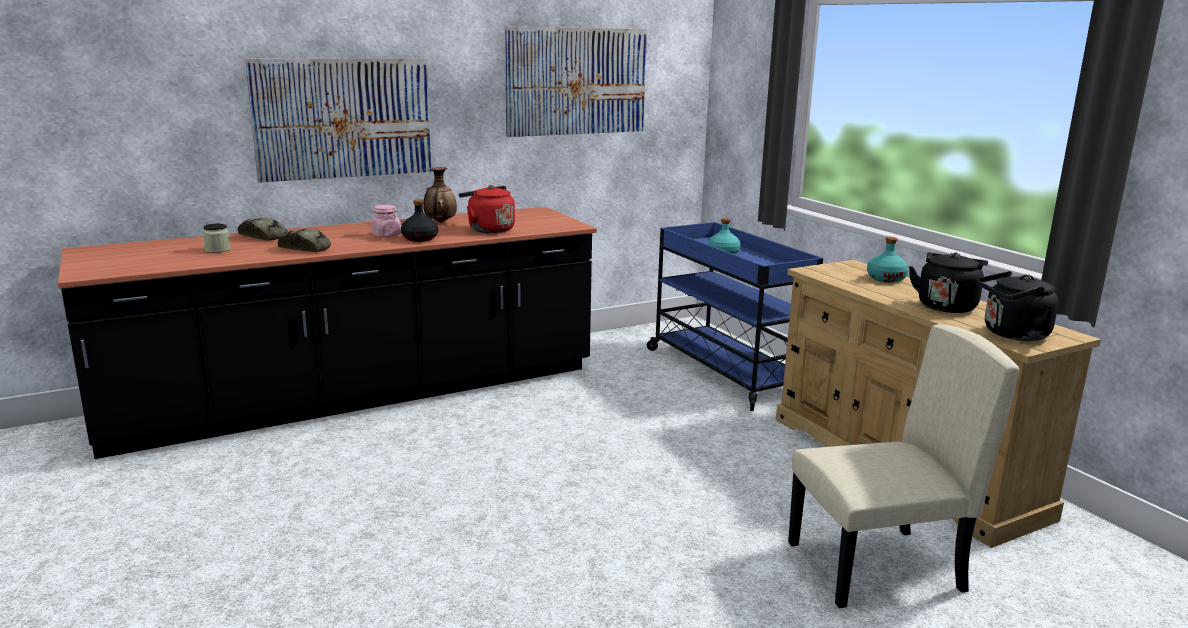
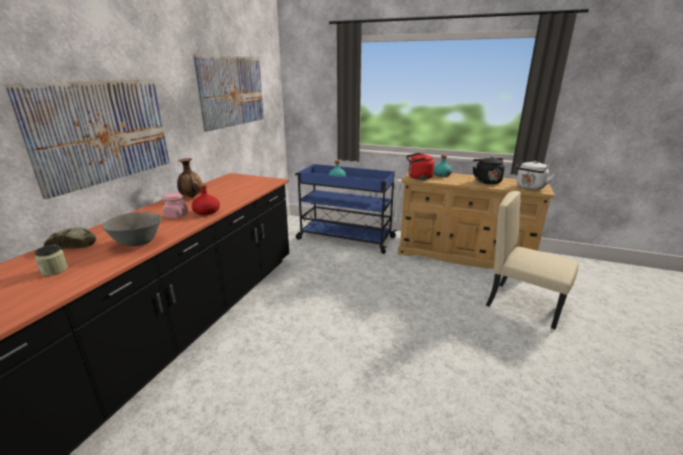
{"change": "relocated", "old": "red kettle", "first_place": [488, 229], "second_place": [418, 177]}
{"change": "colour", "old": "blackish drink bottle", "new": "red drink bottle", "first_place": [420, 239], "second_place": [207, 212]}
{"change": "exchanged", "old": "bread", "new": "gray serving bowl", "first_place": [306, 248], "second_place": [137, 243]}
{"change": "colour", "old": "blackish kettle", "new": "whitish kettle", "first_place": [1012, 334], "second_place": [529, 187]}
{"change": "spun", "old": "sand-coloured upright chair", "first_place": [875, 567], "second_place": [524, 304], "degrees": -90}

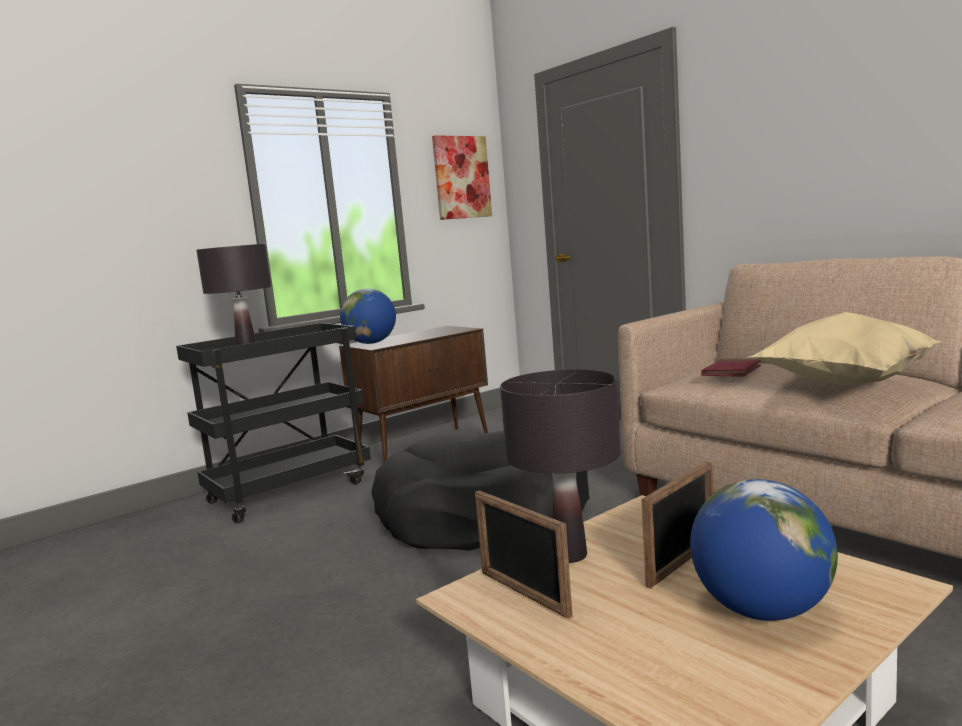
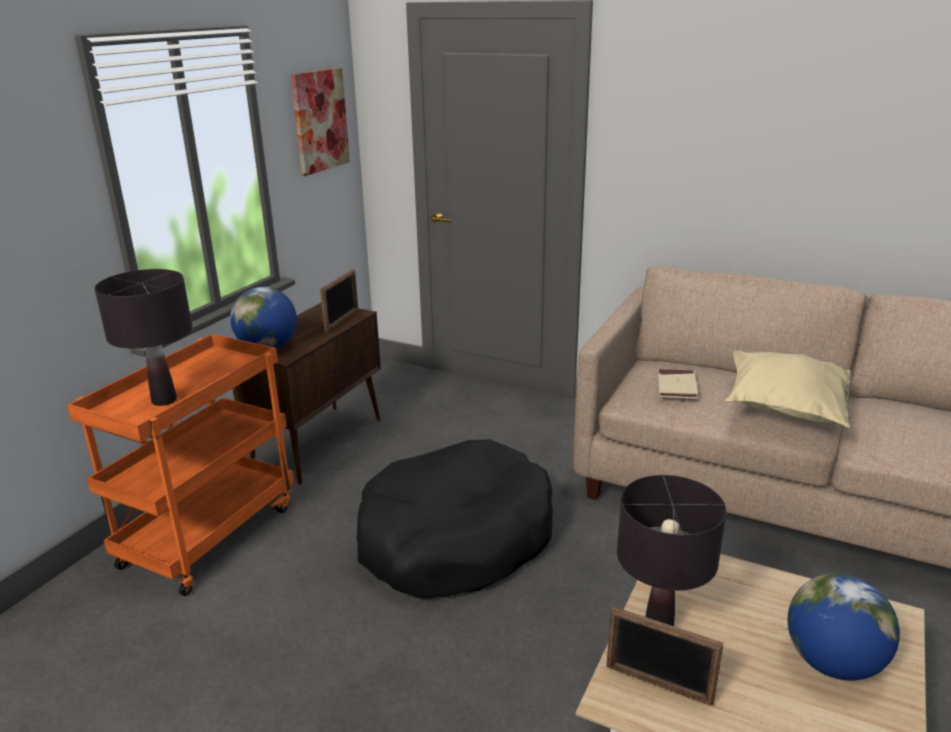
{"change": "colour", "old": "blackish wheeled cart", "new": "orange wheeled cart", "first_place": [290, 491], "second_place": [209, 534]}
{"change": "colour", "old": "red bound book", "new": "sand-coloured bound book", "first_place": [731, 372], "second_place": [676, 387]}
{"change": "relocated", "old": "picture frame", "first_place": [682, 563], "second_place": [342, 321]}

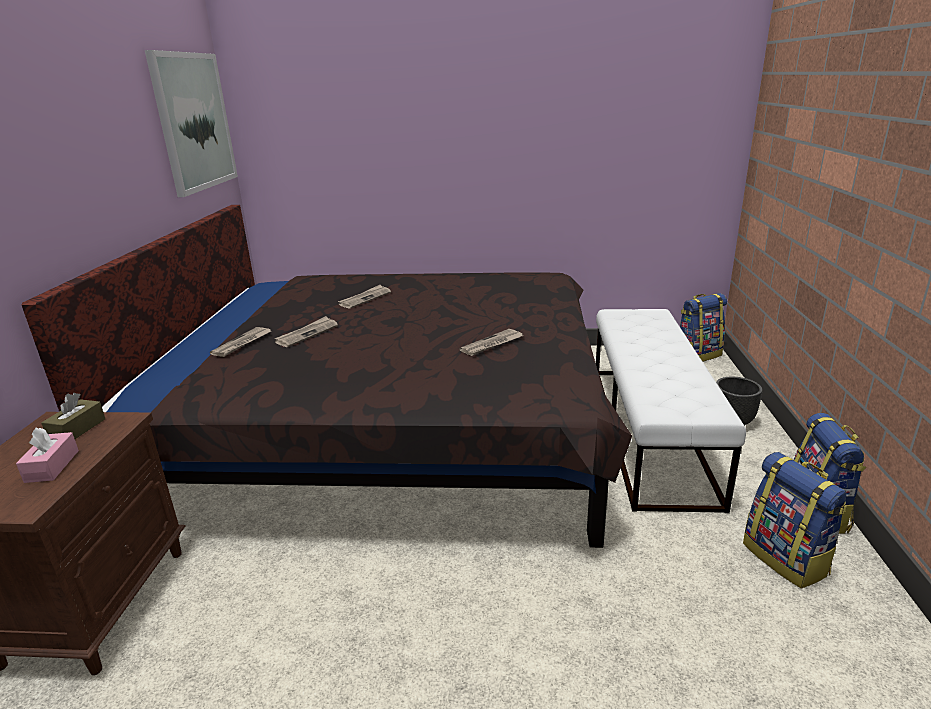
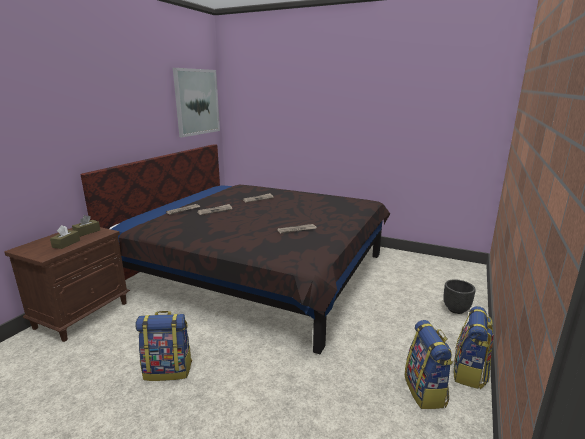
{"change": "relocated", "old": "rucksack", "first_place": [697, 355], "second_place": [168, 370]}
{"change": "missing", "old": "whitish long seat", "first_place": [649, 430]}
{"change": "colour", "old": "pink-coloured box of tissues", "new": "brown box of tissues", "first_place": [52, 466], "second_place": [66, 243]}

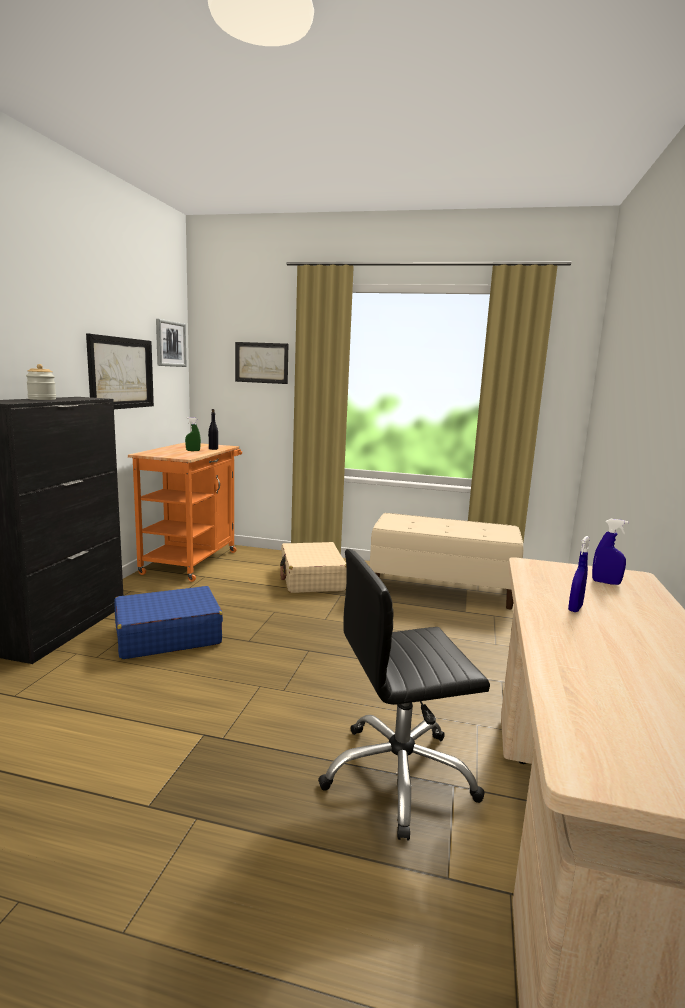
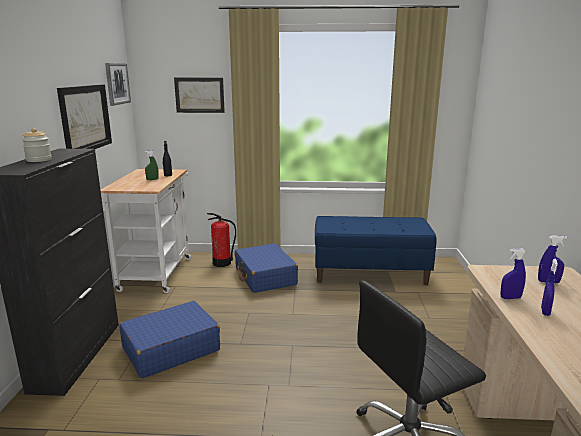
{"change": "colour", "old": "orange wheeled cart", "new": "whitish wheeled cart", "first_place": [193, 560], "second_place": [157, 271]}
{"change": "colour", "old": "sand-coloured long seat", "new": "blue-coloured long seat", "first_place": [442, 589], "second_place": [370, 273]}
{"change": "colour", "old": "sand-coloured suitcase", "new": "blue-coloured suitcase", "first_place": [312, 578], "second_place": [265, 277]}
{"change": "appeared", "new": "fire-fighting cylinder", "second_place": [222, 263]}
{"change": "appeared", "new": "blue-coloured hand sprayer", "second_place": [510, 298]}

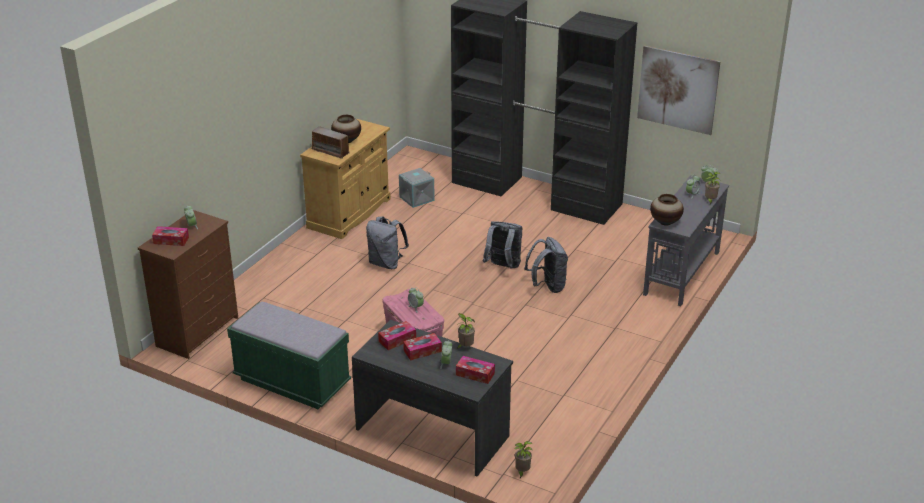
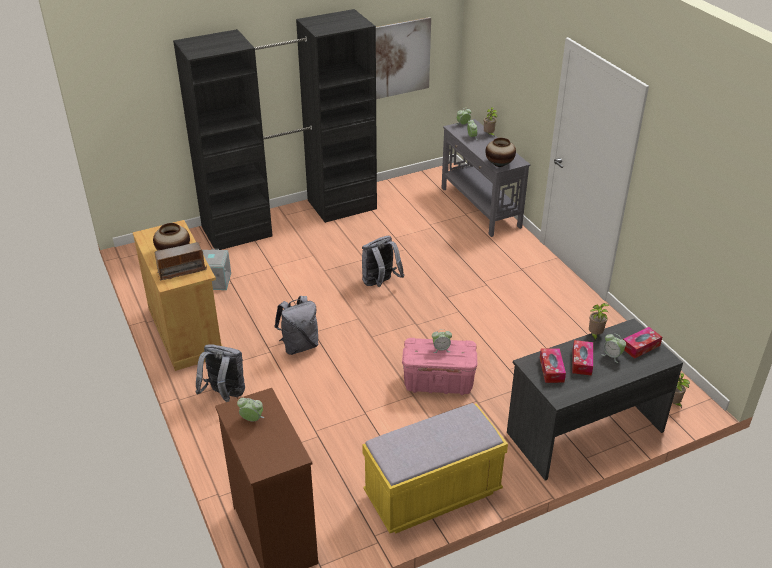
{"change": "missing", "old": "box of tissues", "first_place": [171, 240]}
{"change": "relocated", "old": "gray rucksack", "first_place": [547, 286], "second_place": [224, 395]}
{"change": "colour", "old": "greenish long seat", "new": "yellow long seat", "first_place": [292, 382], "second_place": [432, 494]}

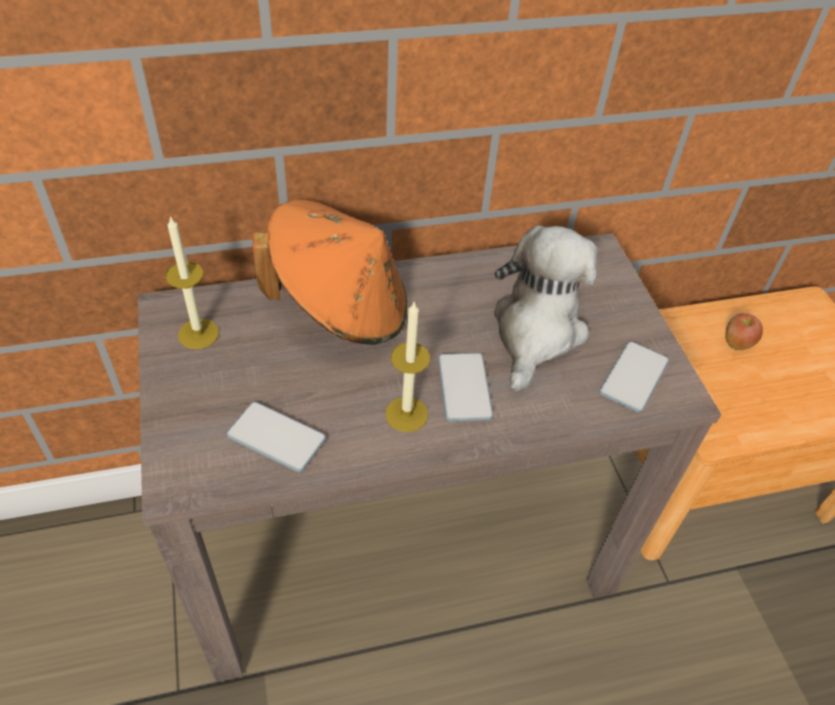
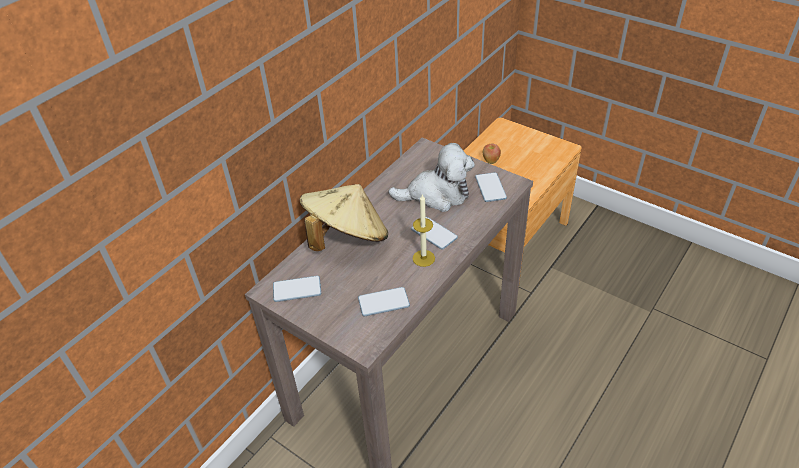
{"change": "colour", "old": "orange hat", "new": "sand-coloured hat", "first_place": [340, 308], "second_place": [346, 238]}
{"change": "exchanged", "old": "candle", "new": "telephone", "first_place": [198, 334], "second_place": [297, 289]}
{"change": "spun", "old": "soft toy", "first_place": [536, 331], "second_place": [436, 195], "degrees": 105}

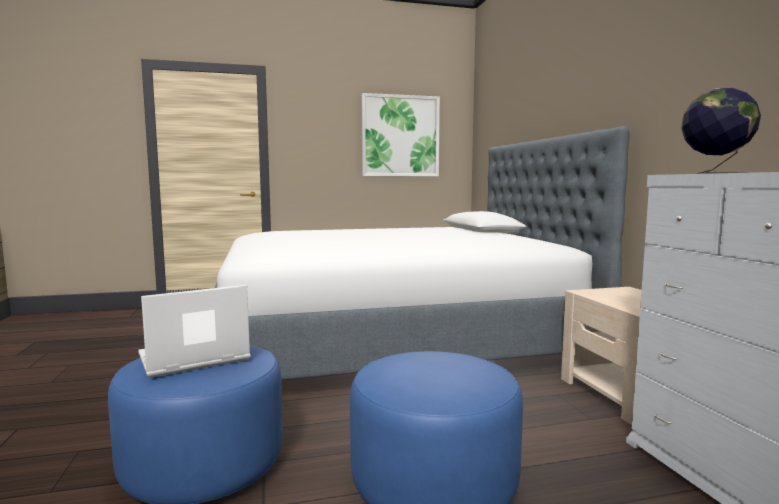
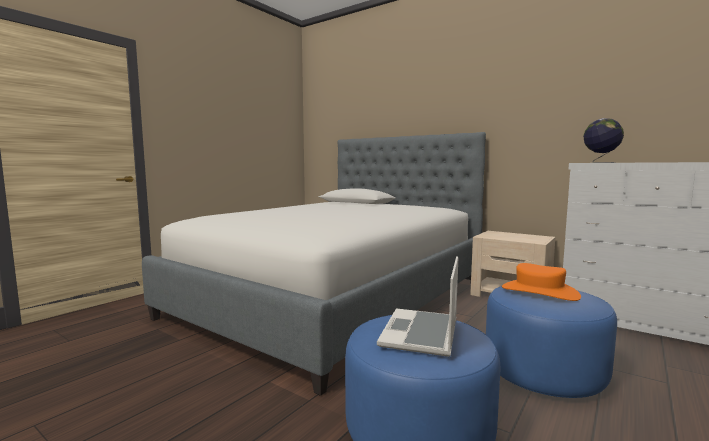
{"change": "missing", "old": "wall picture", "first_place": [400, 136]}
{"change": "appeared", "new": "orange hat", "second_place": [539, 292]}

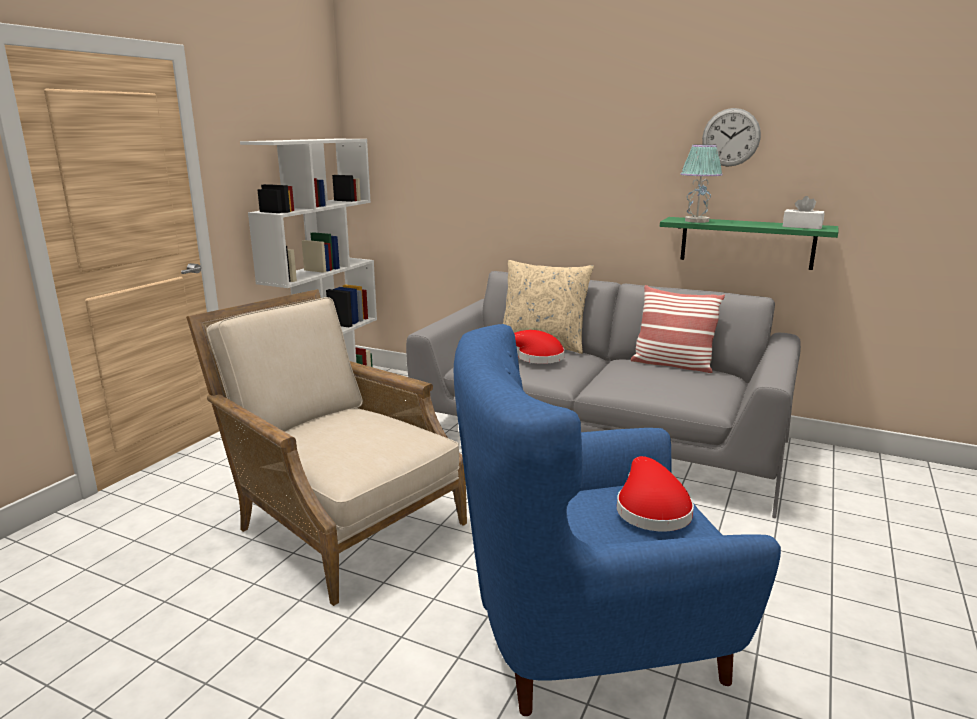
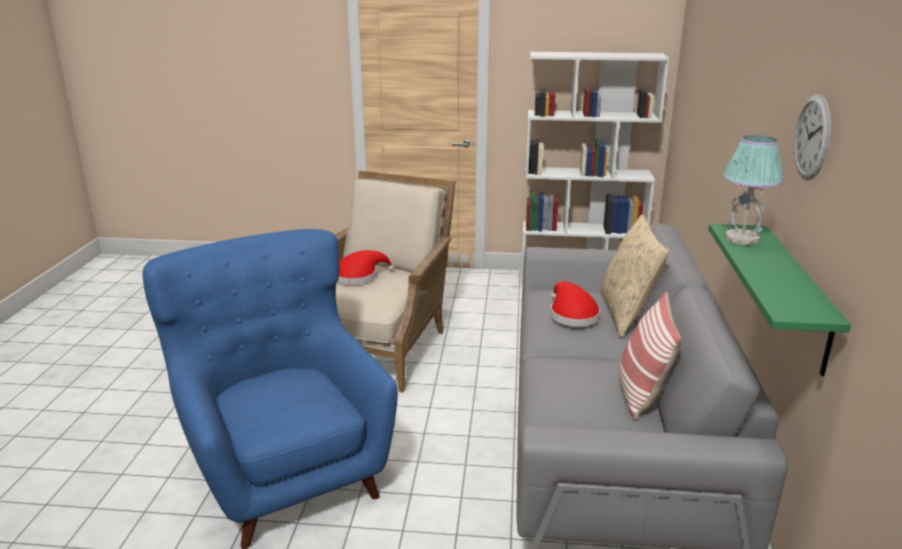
{"change": "missing", "old": "whitish box of tissues", "first_place": [802, 226]}
{"change": "relocated", "old": "red hat", "first_place": [650, 509], "second_place": [359, 276]}

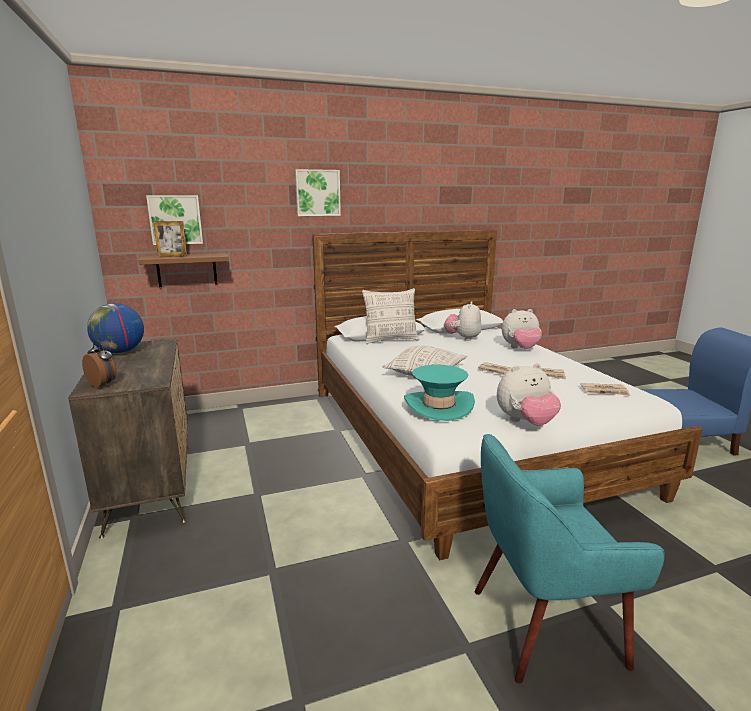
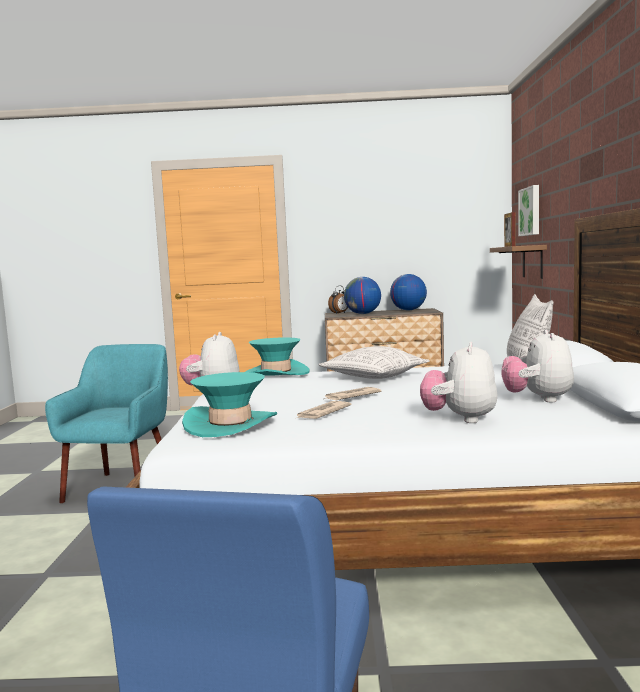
{"change": "missing", "old": "wall picture", "first_place": [317, 193]}
{"change": "spun", "old": "soft toy", "first_place": [463, 338], "second_place": [538, 399], "degrees": -120}
{"change": "exchanged", "old": "newspaper", "new": "blue-green hat", "first_place": [605, 391], "second_place": [230, 424]}
{"change": "appeared", "new": "world globe", "second_place": [363, 314]}

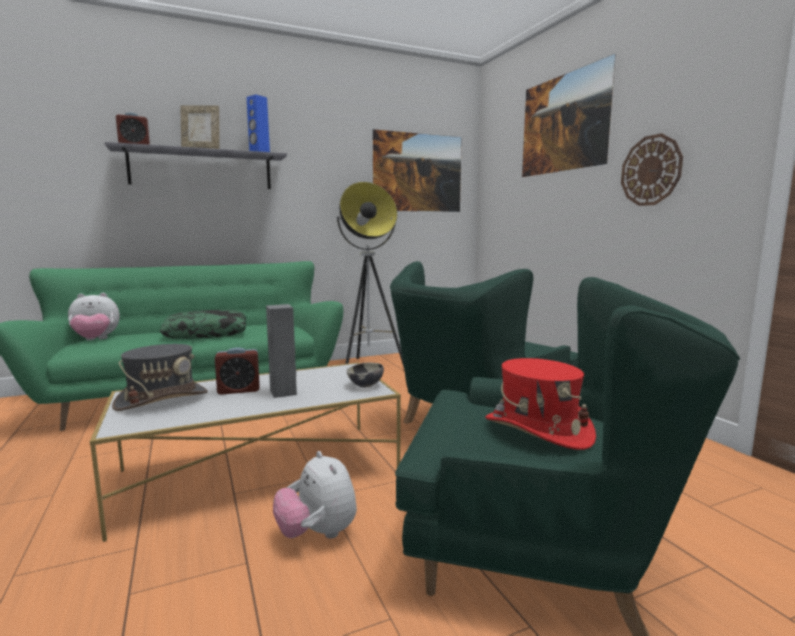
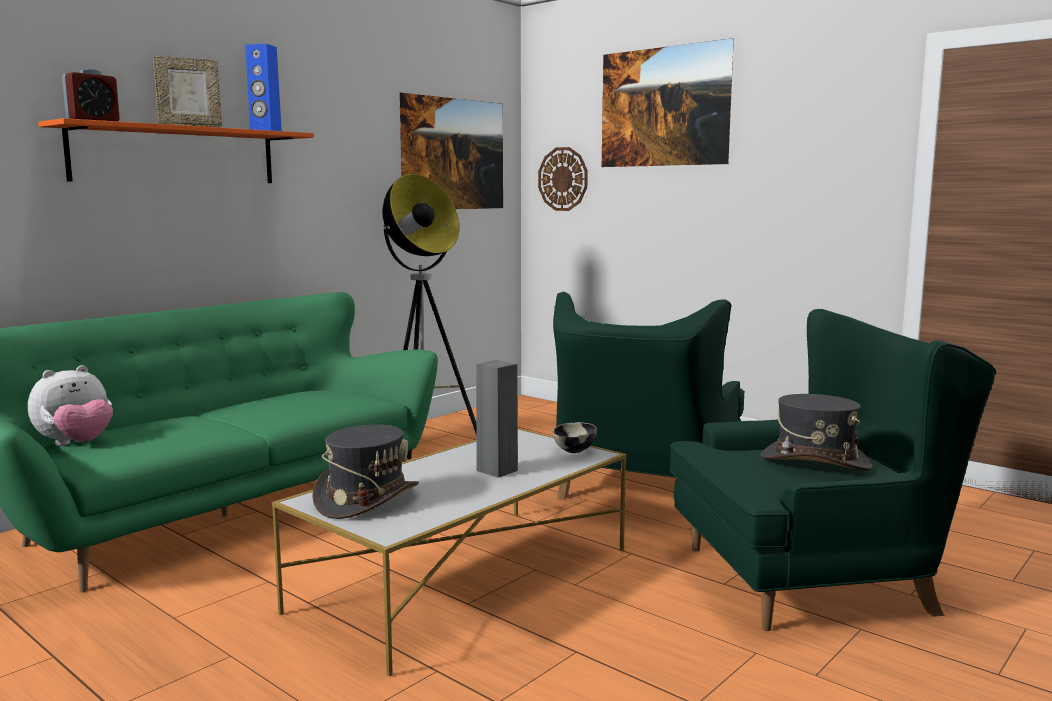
{"change": "relocated", "old": "hanging clock", "first_place": [651, 170], "second_place": [563, 179]}
{"change": "colour", "old": "gray shelf", "new": "orange shelf", "first_place": [202, 170], "second_place": [176, 155]}
{"change": "missing", "old": "throw pillow", "first_place": [207, 333]}
{"change": "missing", "old": "bedside clock", "first_place": [239, 390]}
{"change": "colour", "old": "red hat", "new": "gray hat", "first_place": [537, 429], "second_place": [814, 461]}
{"change": "missing", "old": "soft toy", "first_place": [317, 534]}

